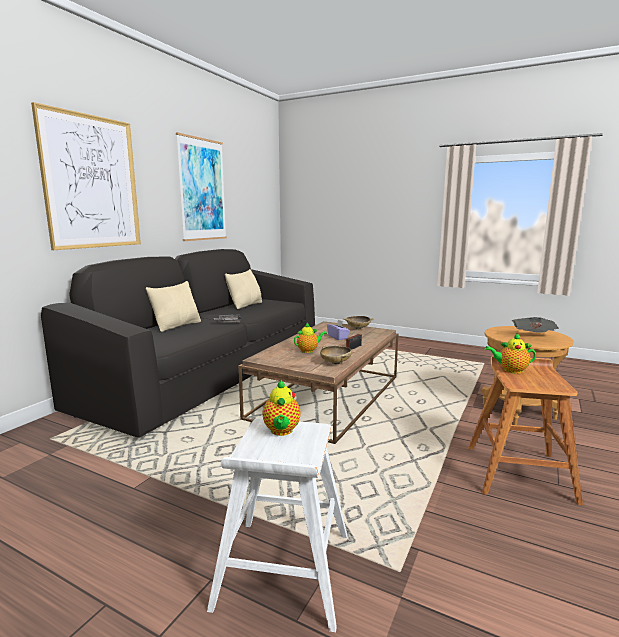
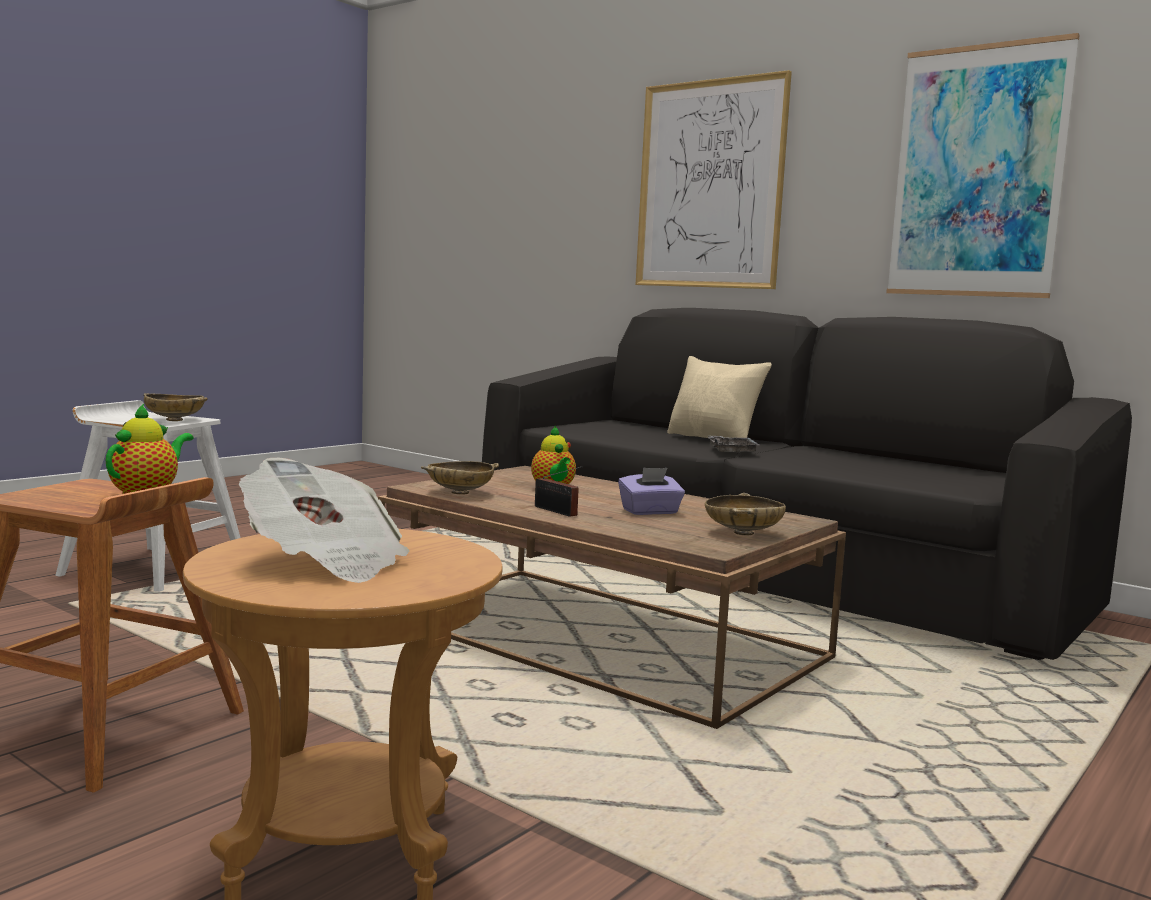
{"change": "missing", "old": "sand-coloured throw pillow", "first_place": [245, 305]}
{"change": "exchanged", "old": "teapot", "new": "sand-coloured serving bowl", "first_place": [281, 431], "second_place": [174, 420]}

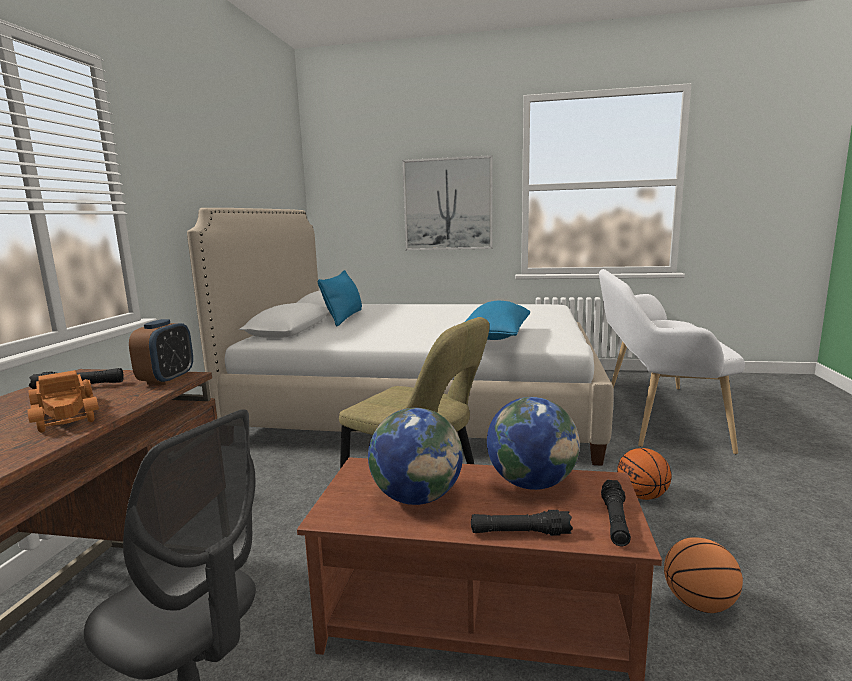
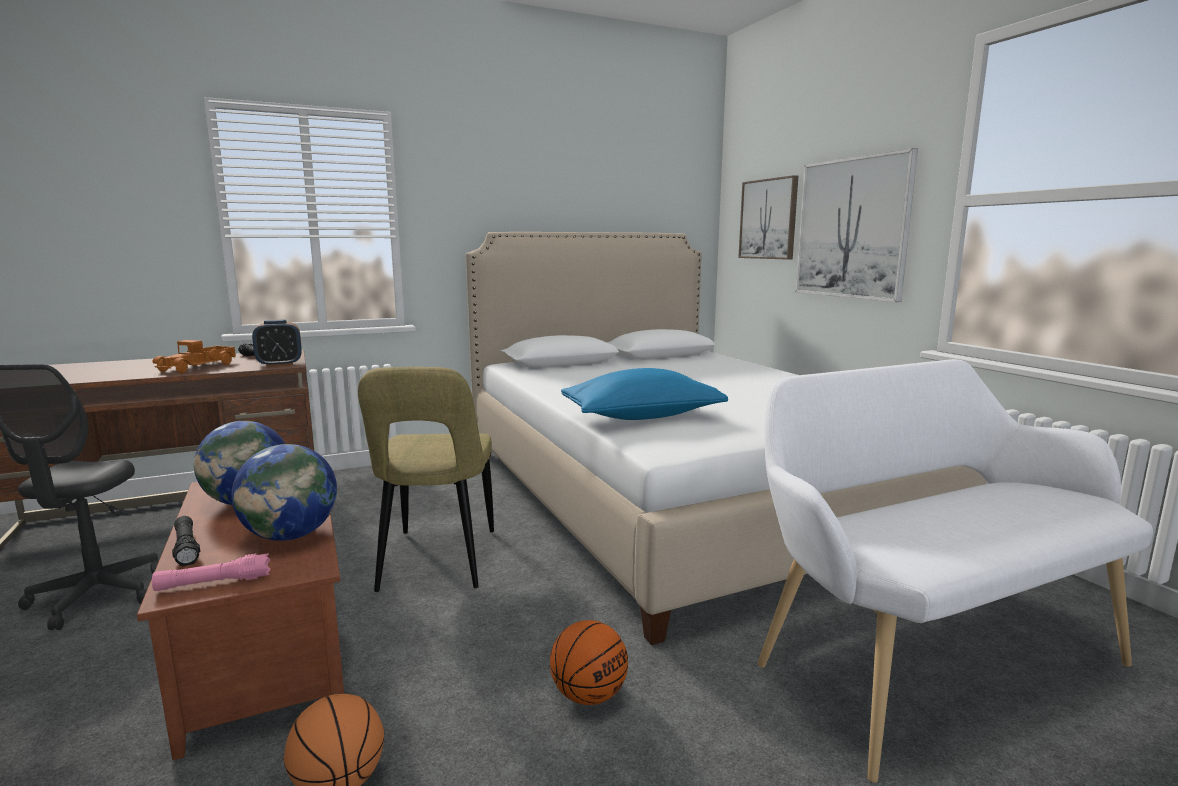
{"change": "missing", "old": "blue-coloured throw pillow", "first_place": [344, 317]}
{"change": "colour", "old": "blackish torch", "new": "pink-coloured torch", "first_place": [615, 521], "second_place": [214, 583]}
{"change": "appeared", "new": "wall picture", "second_place": [768, 219]}

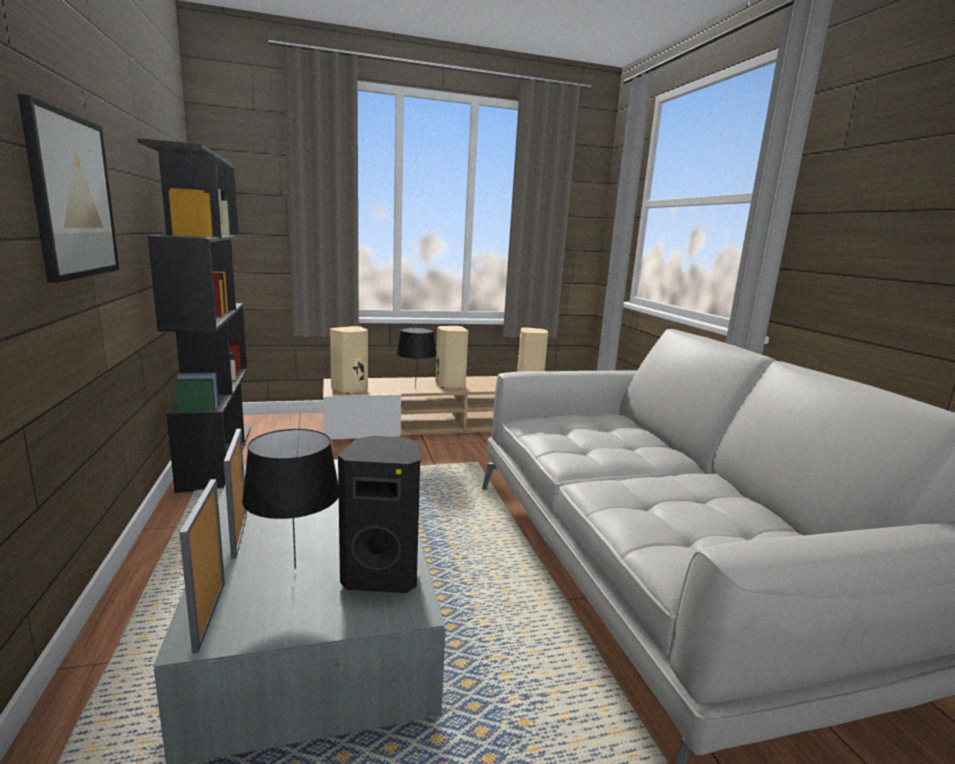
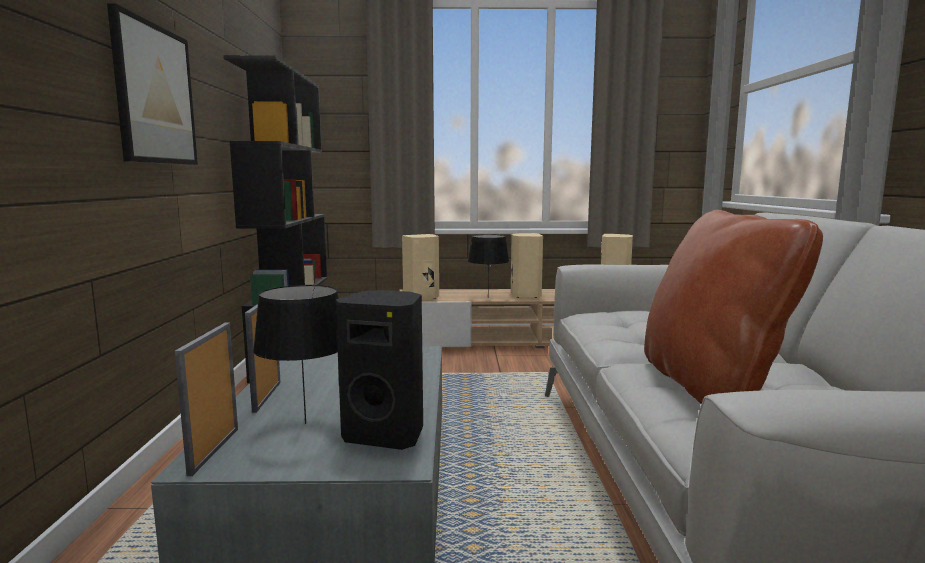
{"change": "appeared", "new": "brown throw pillow", "second_place": [710, 388]}

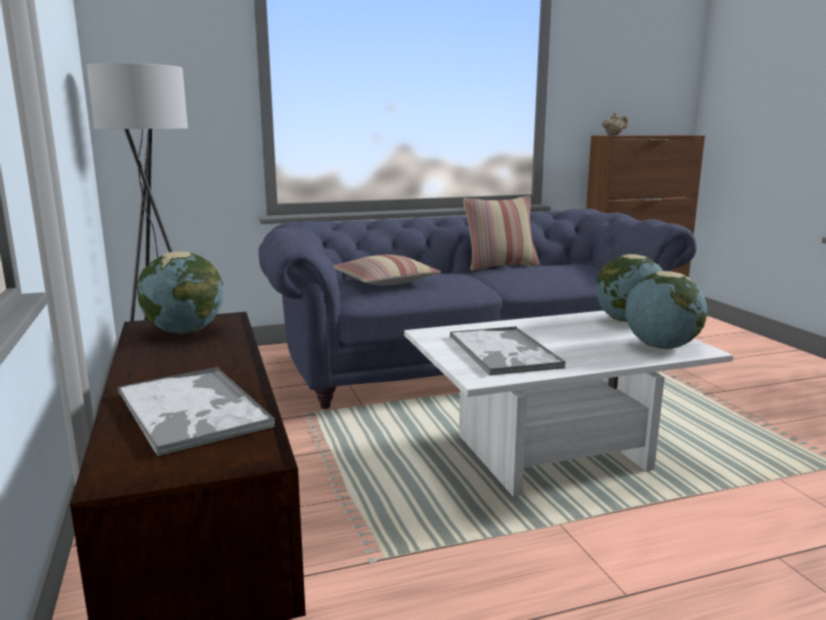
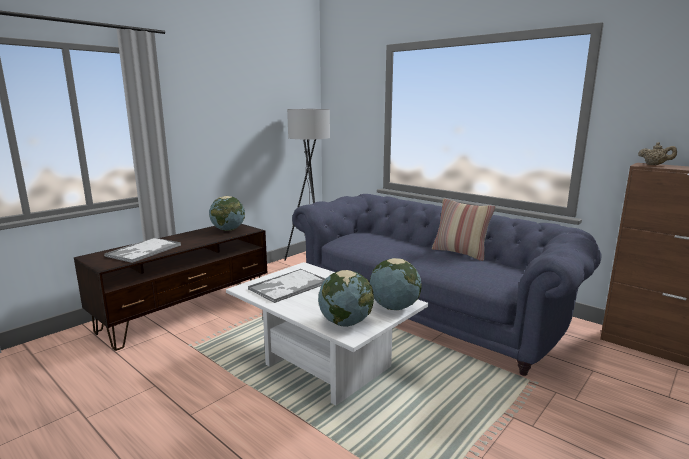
{"change": "missing", "old": "throw pillow", "first_place": [384, 281]}

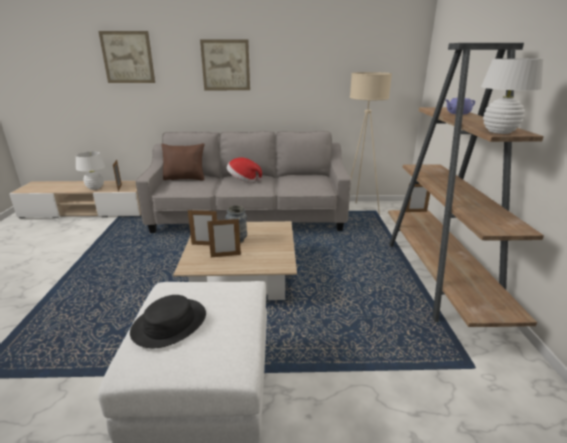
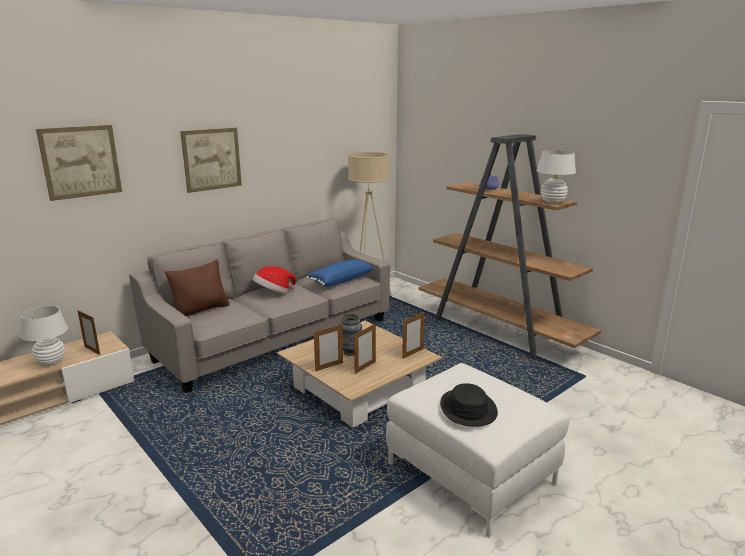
{"change": "relocated", "old": "picture frame", "first_place": [415, 211], "second_place": [413, 353]}
{"change": "appeared", "new": "blue-coloured throw pillow", "second_place": [340, 280]}

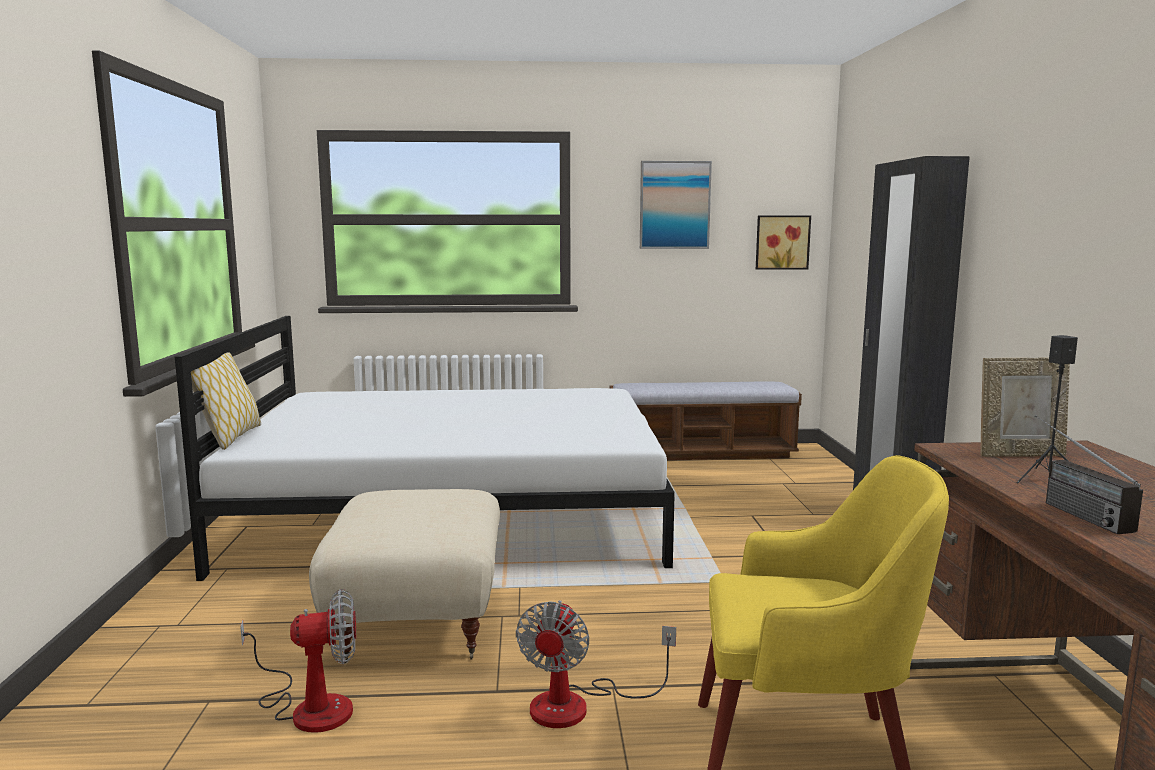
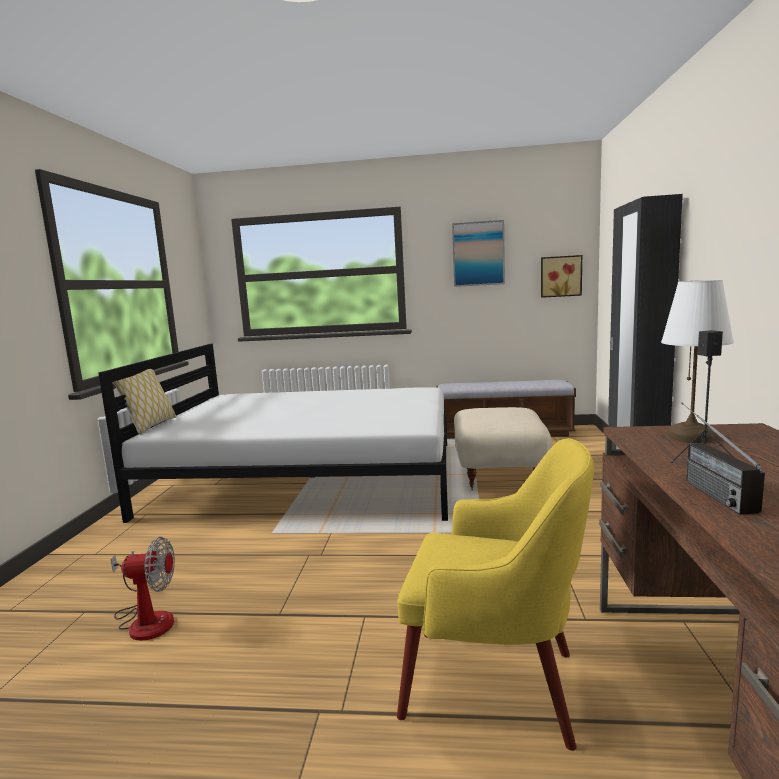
{"change": "exchanged", "old": "picture frame", "new": "whitish lamp for a table", "first_place": [1019, 454], "second_place": [690, 436]}
{"change": "relocated", "old": "sand-coloured footrest", "first_place": [416, 619], "second_place": [498, 474]}
{"change": "missing", "old": "cooling fan", "first_place": [578, 705]}

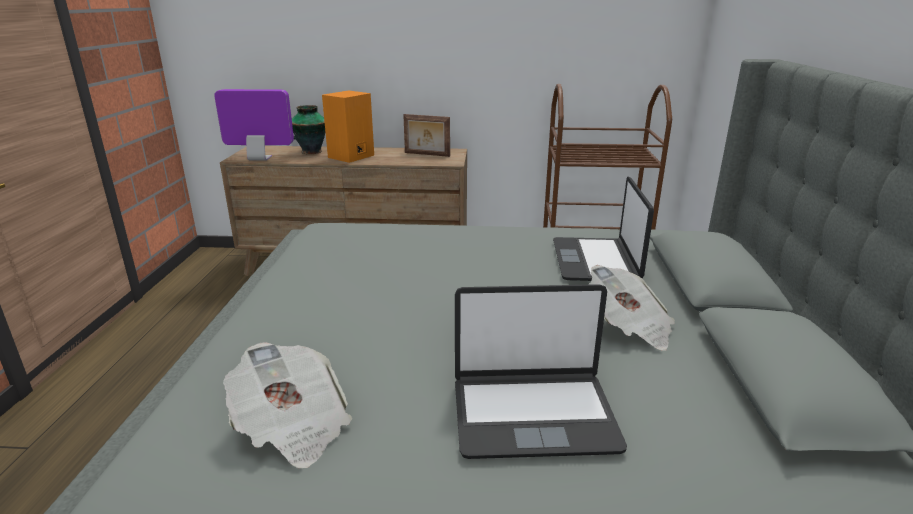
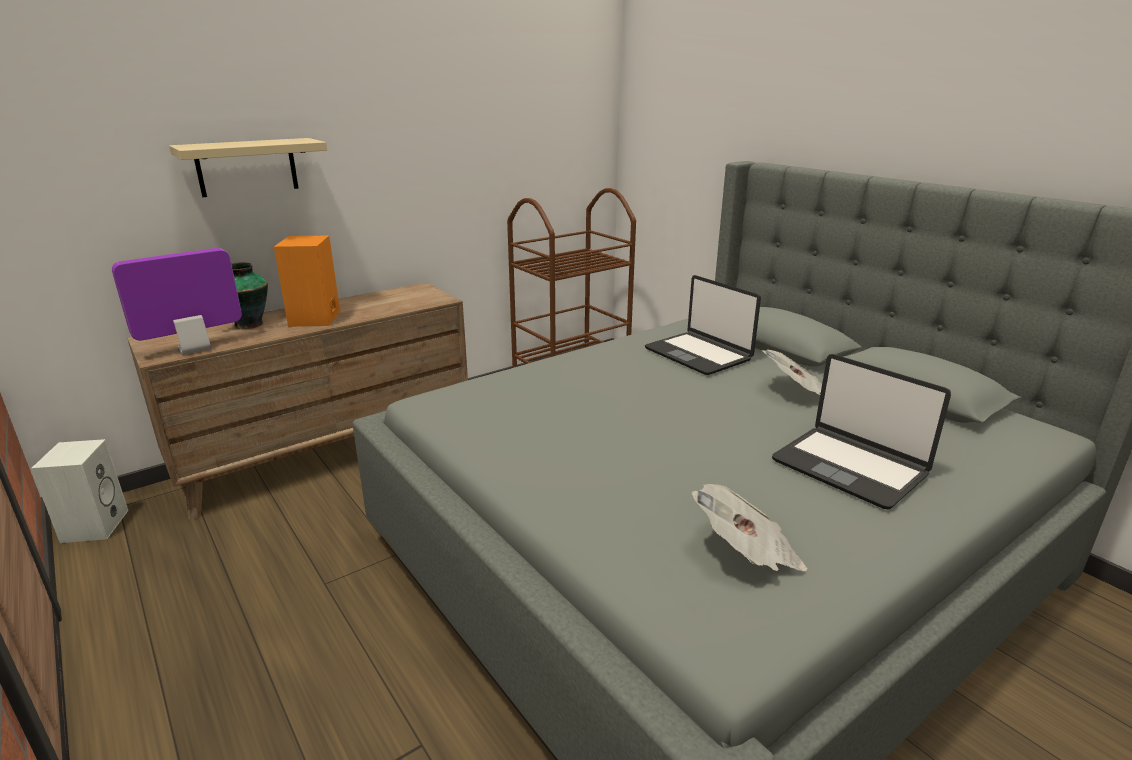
{"change": "missing", "old": "picture frame", "first_place": [426, 154]}
{"change": "spun", "old": "laptop", "first_place": [533, 414], "second_place": [849, 467], "degrees": 90}
{"change": "appeared", "new": "sand-coloured shelf", "second_place": [247, 167]}
{"change": "appeared", "new": "whitish loudspeaker", "second_place": [94, 525]}

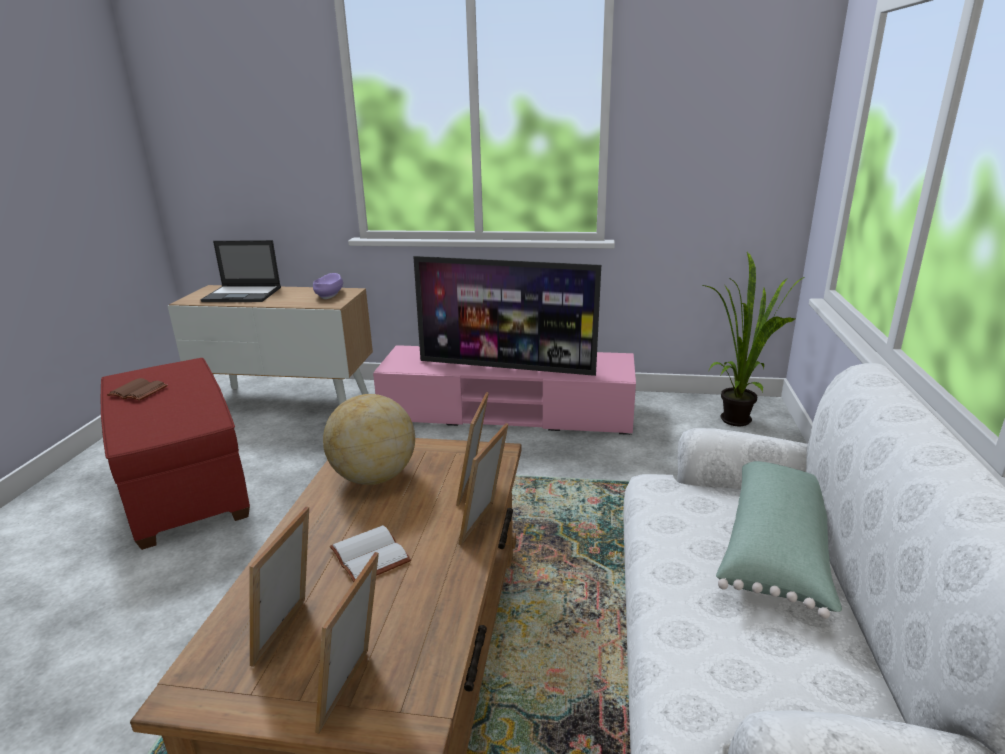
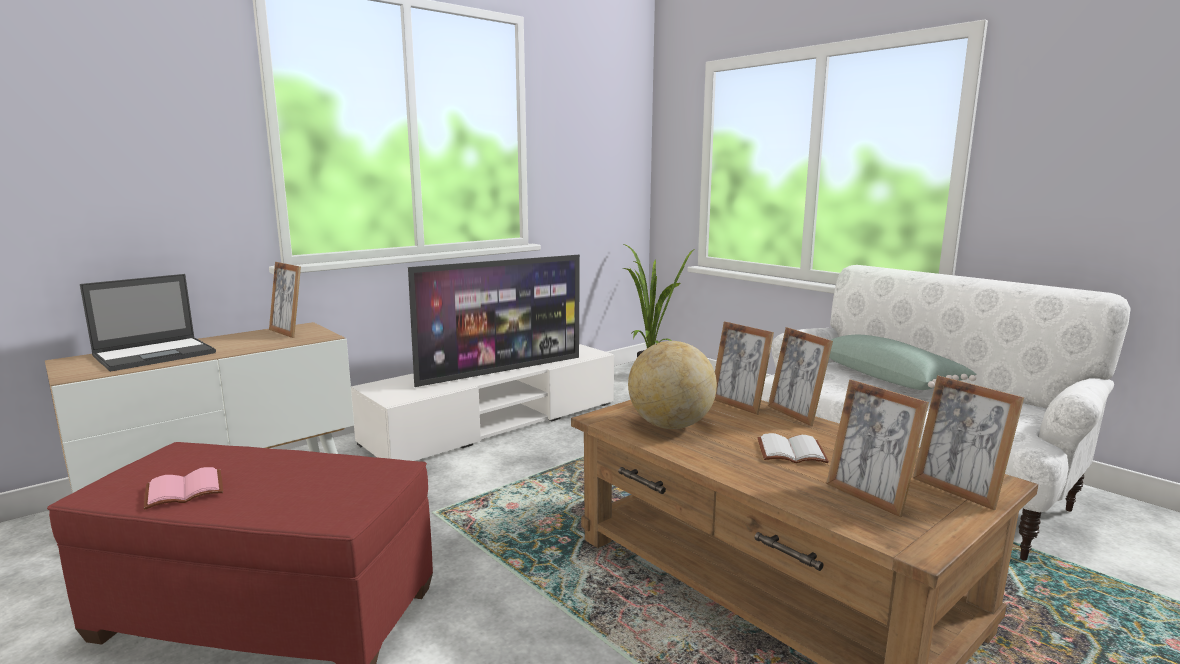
{"change": "exchanged", "old": "purple-coloured serving bowl", "new": "picture frame", "first_place": [329, 294], "second_place": [288, 332]}
{"change": "colour", "old": "pink-coloured tv unit", "new": "whitish tv unit", "first_place": [507, 412], "second_place": [494, 422]}
{"change": "colour", "old": "brown bound book", "new": "pink-coloured bound book", "first_place": [136, 392], "second_place": [183, 492]}

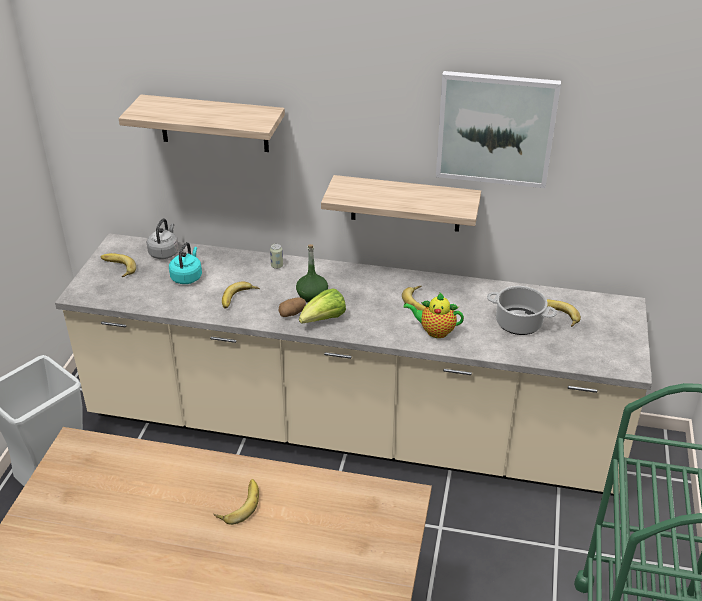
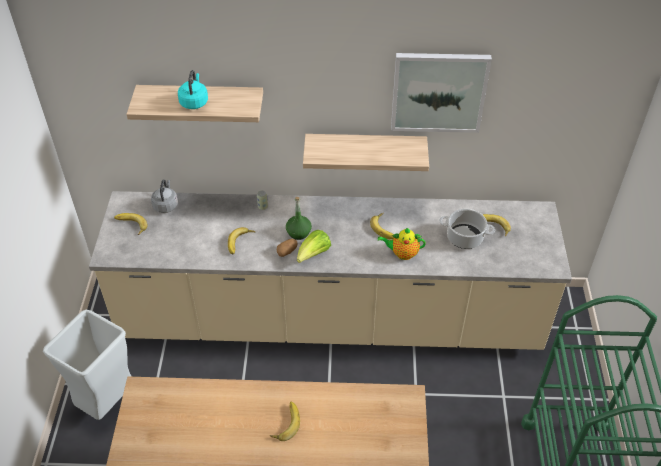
{"change": "relocated", "old": "blue-green kettle", "first_place": [187, 277], "second_place": [194, 102]}

